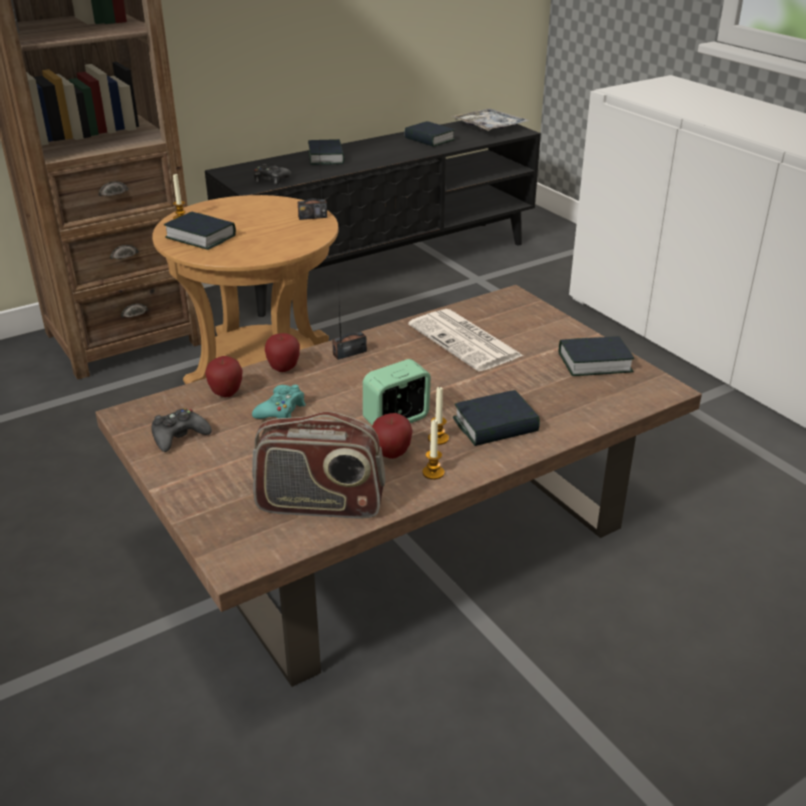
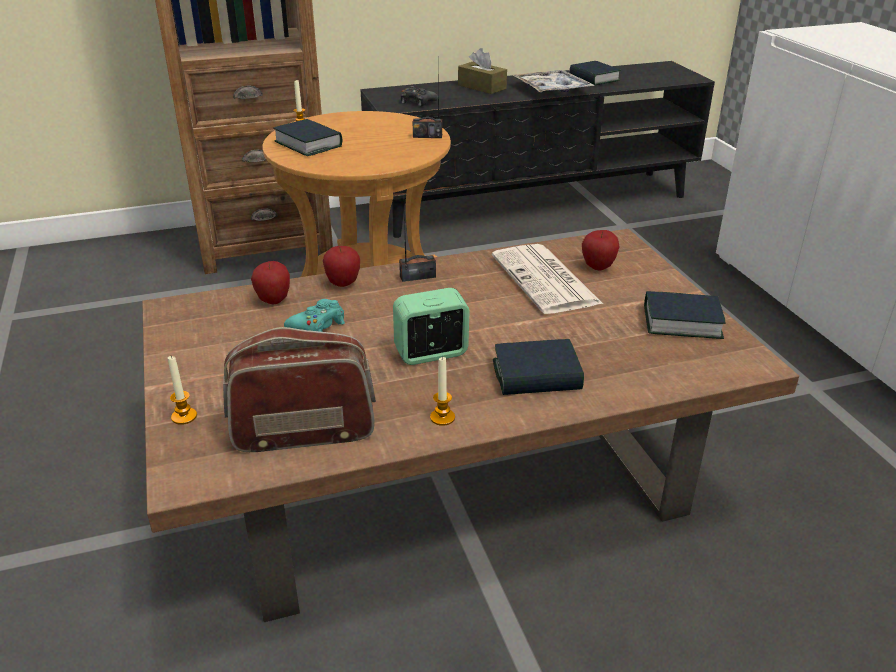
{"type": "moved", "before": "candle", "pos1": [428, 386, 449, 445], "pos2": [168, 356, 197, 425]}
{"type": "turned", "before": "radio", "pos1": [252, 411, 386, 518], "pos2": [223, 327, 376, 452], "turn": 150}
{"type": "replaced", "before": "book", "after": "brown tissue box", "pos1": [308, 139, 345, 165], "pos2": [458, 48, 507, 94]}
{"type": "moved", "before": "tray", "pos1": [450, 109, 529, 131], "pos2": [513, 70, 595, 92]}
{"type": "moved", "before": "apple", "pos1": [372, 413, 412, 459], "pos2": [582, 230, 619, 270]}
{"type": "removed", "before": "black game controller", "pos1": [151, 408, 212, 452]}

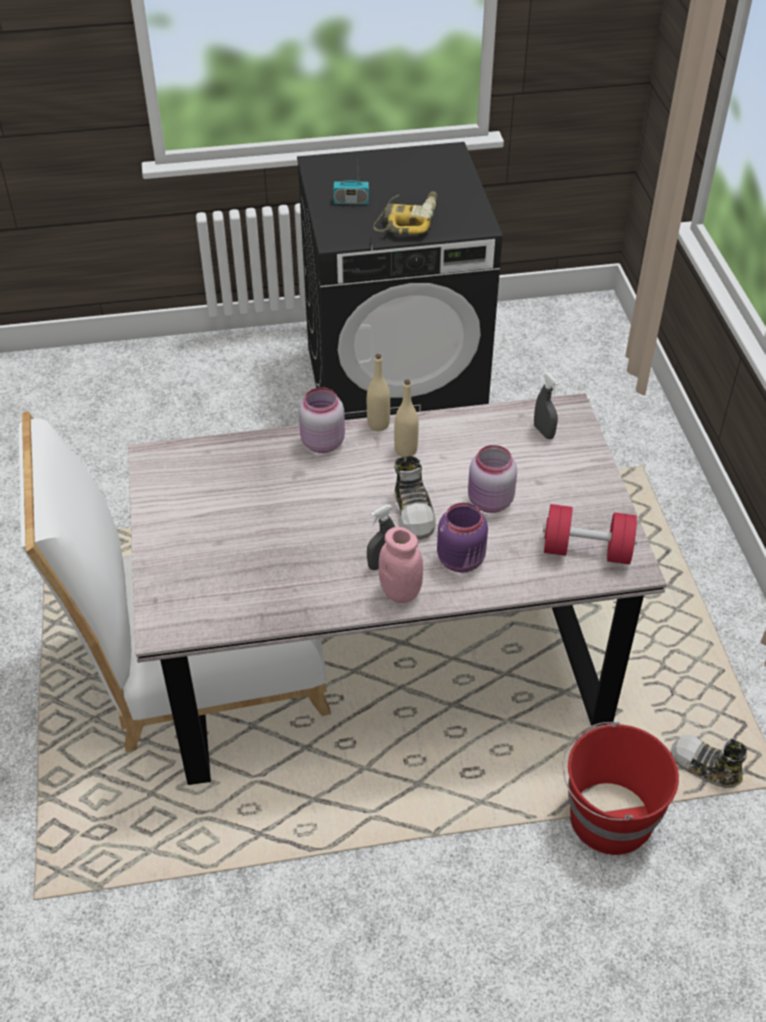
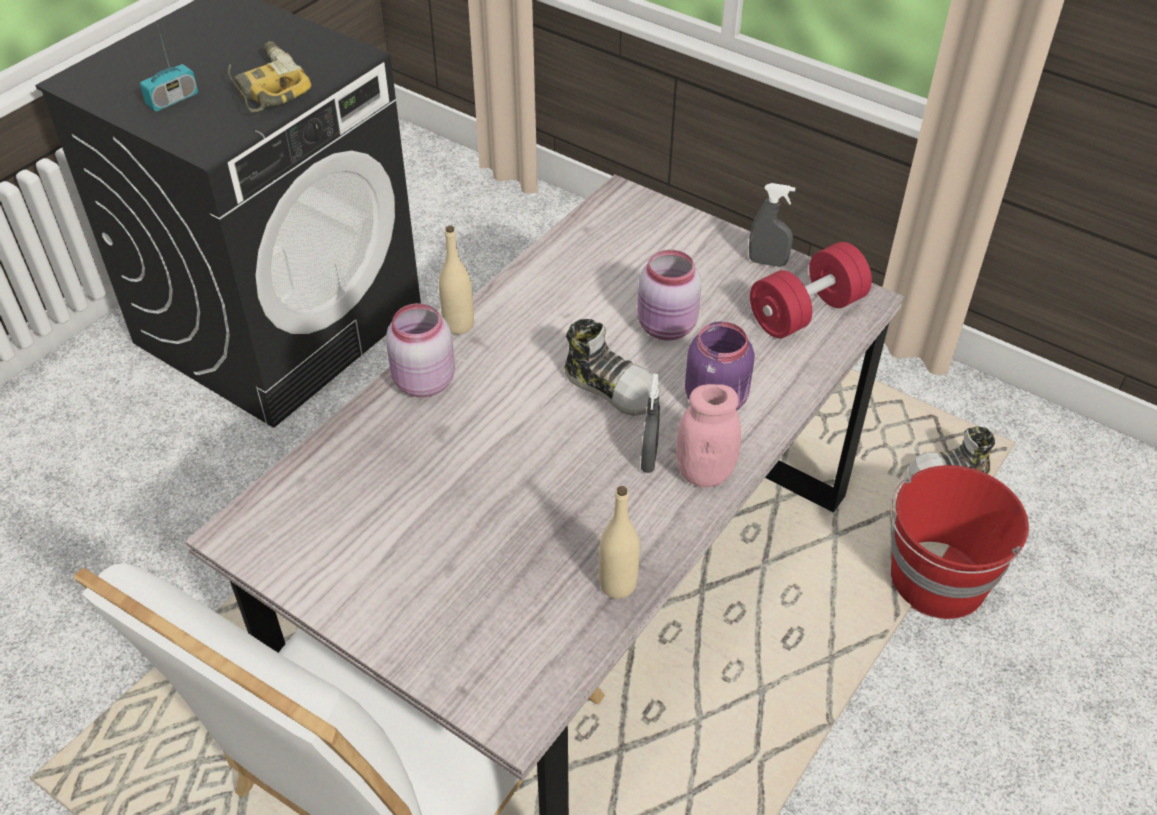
{"type": "moved", "before": "beige bottle", "pos1": [394, 380, 419, 457], "pos2": [599, 486, 640, 599]}
{"type": "moved", "before": "grey spray bottle", "pos1": [534, 373, 559, 439], "pos2": [749, 183, 795, 267]}

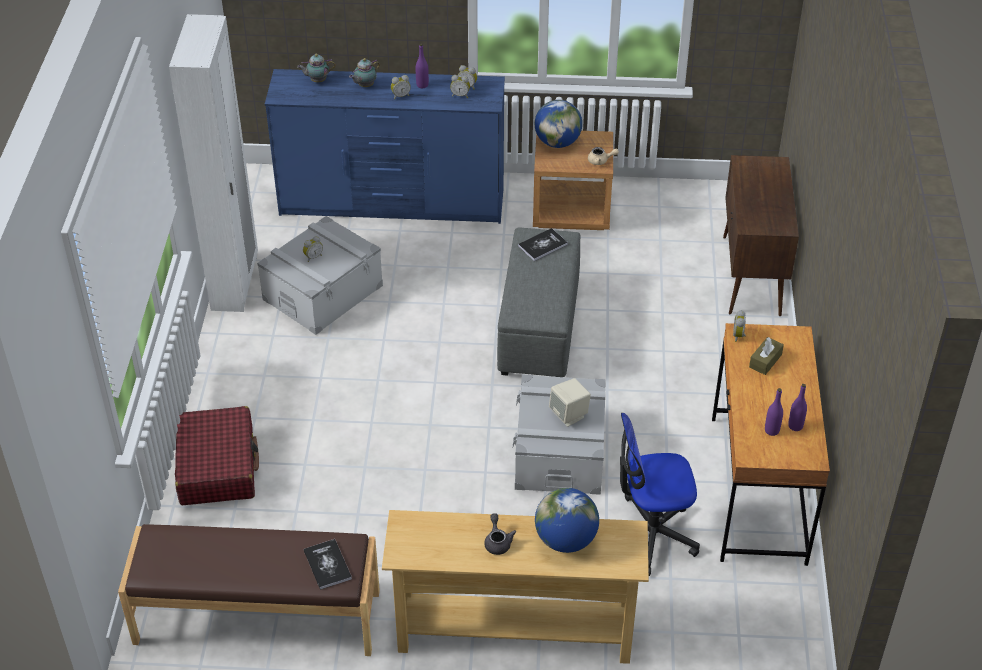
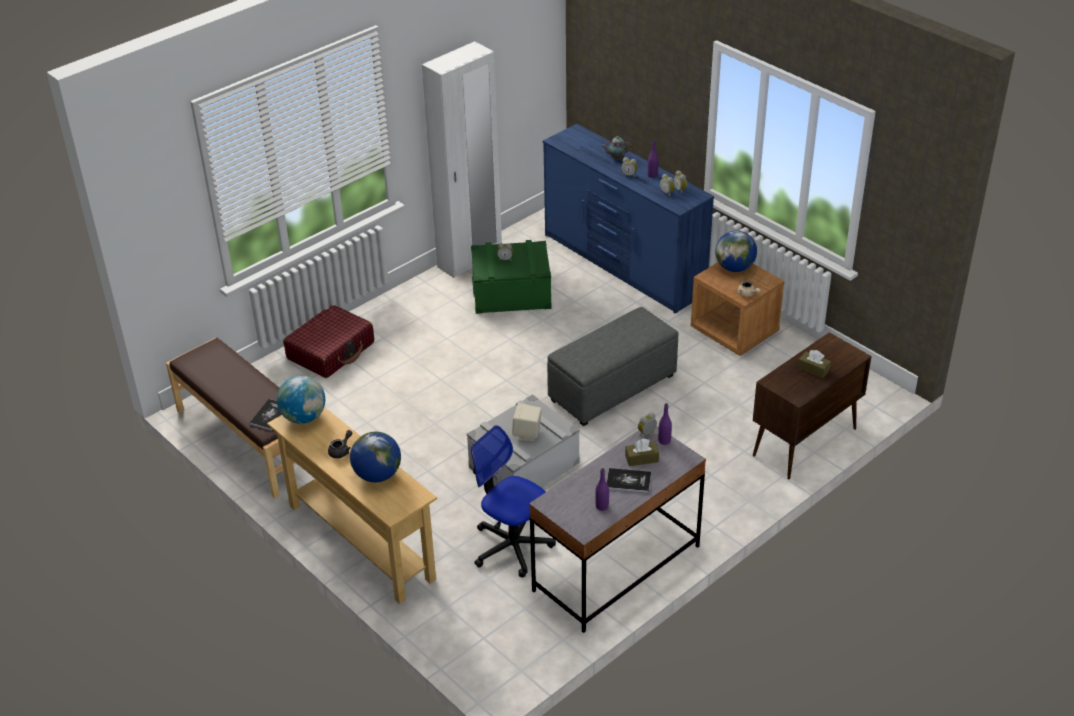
{"type": "added", "after": "globe", "pos2": [277, 376, 325, 424]}
{"type": "recoloured", "before": "grey storage box", "after": "green storage box", "pos1": [257, 216, 383, 335], "pos2": [471, 240, 552, 314]}
{"type": "recoloured", "before": "brown desk", "after": "grey desk", "pos1": [712, 323, 830, 566], "pos2": [529, 426, 706, 633]}
{"type": "moved", "before": "book", "pos1": [518, 228, 568, 261], "pos2": [607, 468, 651, 493]}
{"type": "moved", "before": "purple bottle", "pos1": [765, 388, 783, 436], "pos2": [658, 403, 672, 445]}
{"type": "added", "after": "brown tissue box", "pos2": [798, 350, 831, 378]}
{"type": "removed", "before": "teapot", "pos1": [297, 54, 336, 83]}

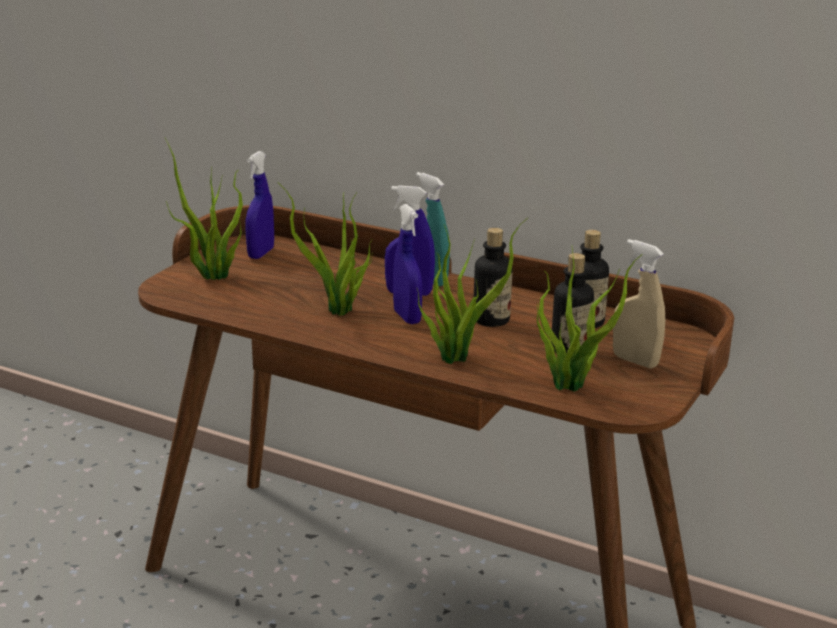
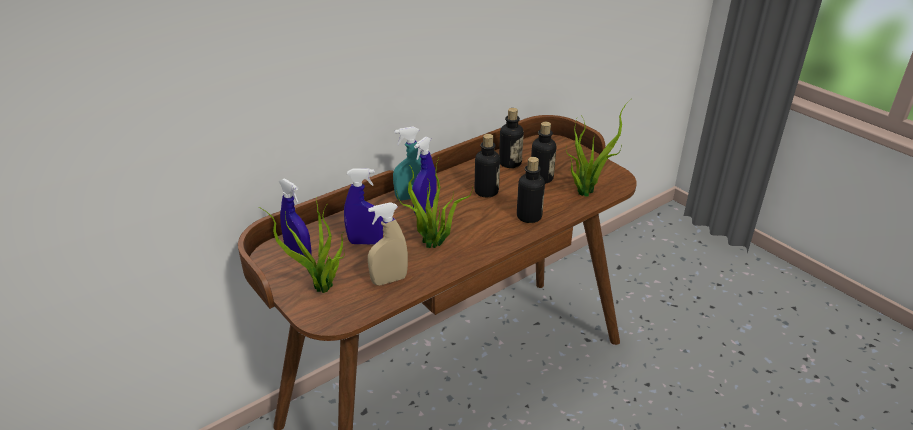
{"type": "moved", "before": "blue spray bottle", "pos1": [393, 204, 422, 324], "pos2": [344, 169, 383, 245]}
{"type": "moved", "before": "beige spray bottle", "pos1": [613, 239, 665, 369], "pos2": [368, 202, 408, 285]}
{"type": "replaced", "before": "potted plant", "after": "bottle", "pos1": [417, 218, 528, 364], "pos2": [517, 157, 545, 223]}

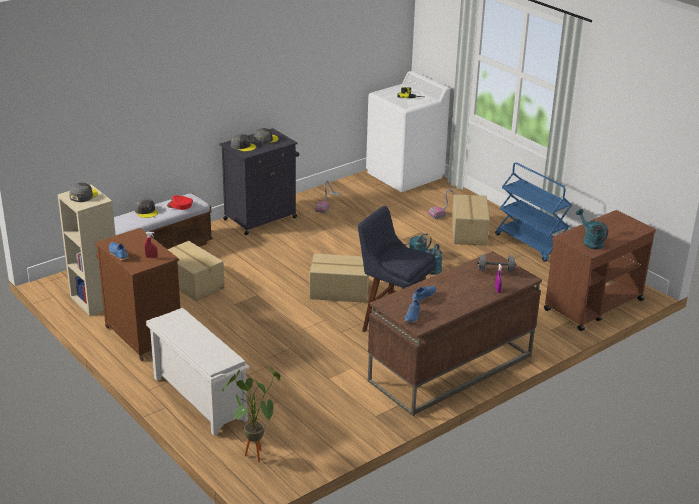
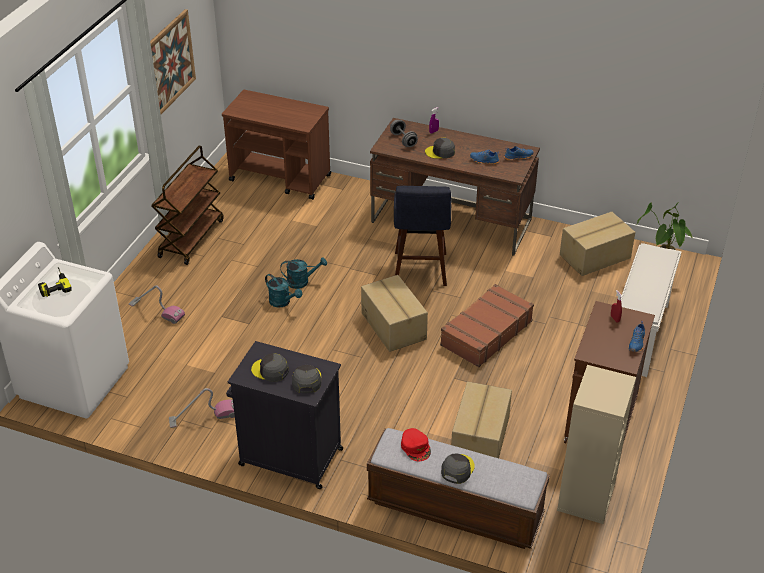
{"type": "added", "after": "picture", "pos2": [150, 9, 196, 114]}
{"type": "recoloured", "before": "blue cart", "after": "brown cart", "pos1": [495, 162, 572, 262], "pos2": [151, 146, 224, 265]}
{"type": "moved", "before": "grey cap", "pos1": [69, 183, 98, 202], "pos2": [425, 138, 455, 159]}
{"type": "added", "after": "brown suitcase", "pos2": [440, 284, 534, 367]}
{"type": "moved", "before": "cardboard box", "pos1": [452, 194, 490, 245], "pos2": [560, 212, 635, 276]}
{"type": "removed", "before": "turquoise watering can", "pos1": [576, 209, 608, 249]}

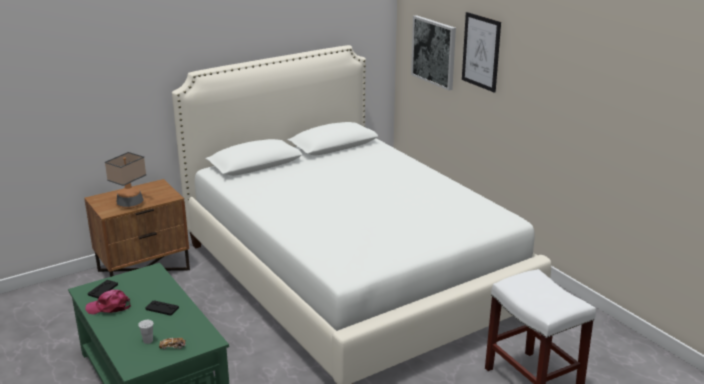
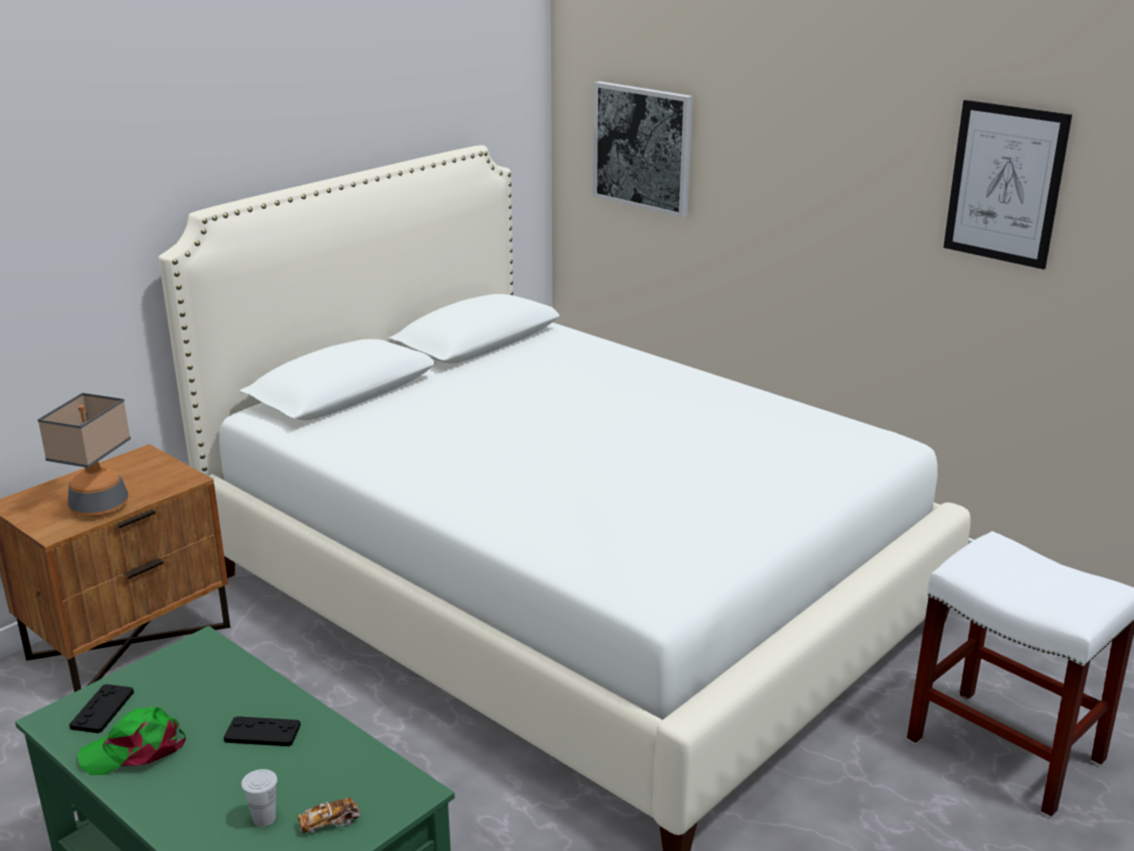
{"type": "recoloured", "before": "pink cap", "after": "green cap", "pos1": [85, 290, 131, 315], "pos2": [77, 707, 186, 775]}
{"type": "moved", "before": "picture", "pos1": [462, 12, 501, 93], "pos2": [943, 100, 1072, 269]}

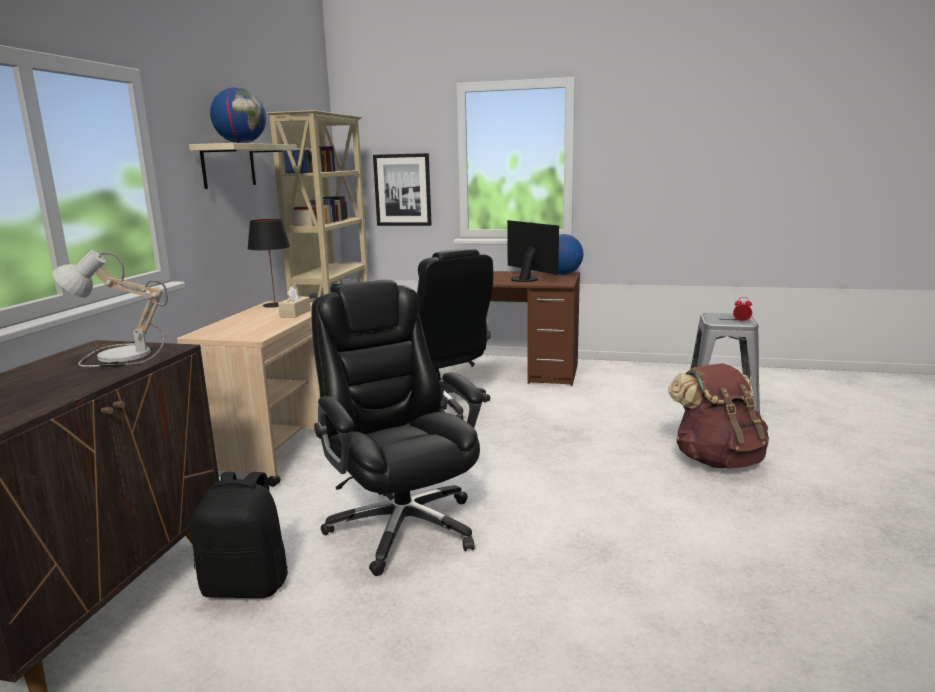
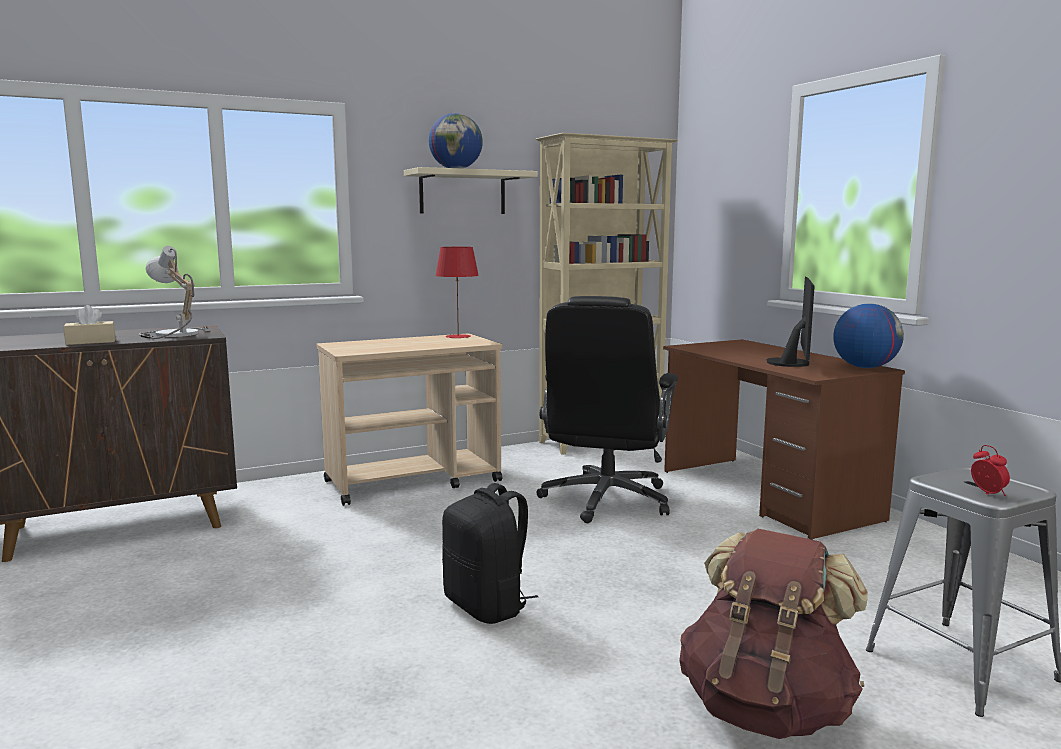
{"type": "moved", "before": "beige tissue box", "pos1": [278, 286, 311, 318], "pos2": [63, 305, 116, 345]}
{"type": "recoloured", "before": "black table lamp", "after": "red table lamp", "pos1": [247, 219, 290, 308], "pos2": [435, 247, 479, 338]}
{"type": "moved", "before": "black backpack", "pos1": [190, 472, 288, 598], "pos2": [442, 483, 538, 624]}
{"type": "removed", "before": "black office chair", "pos1": [311, 280, 484, 576]}
{"type": "removed", "before": "picture", "pos1": [373, 153, 432, 226]}

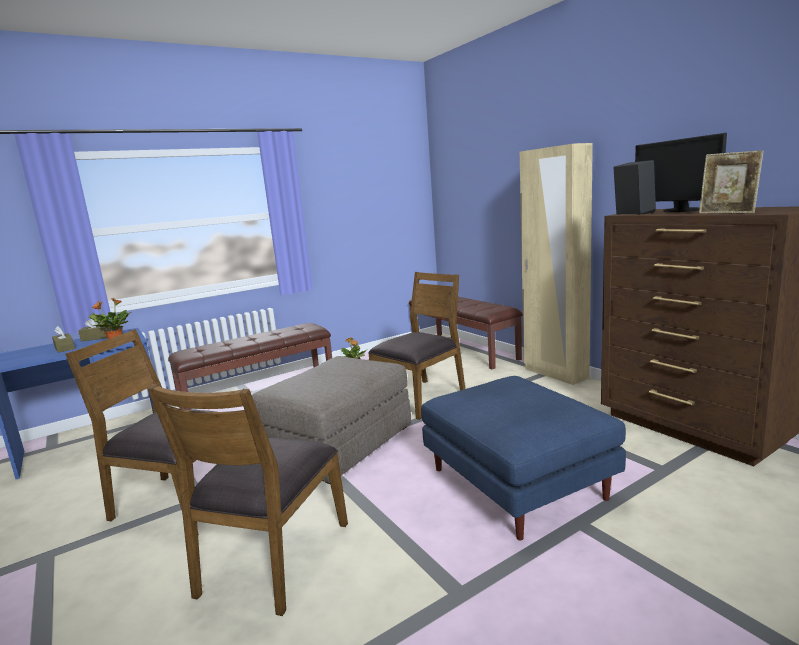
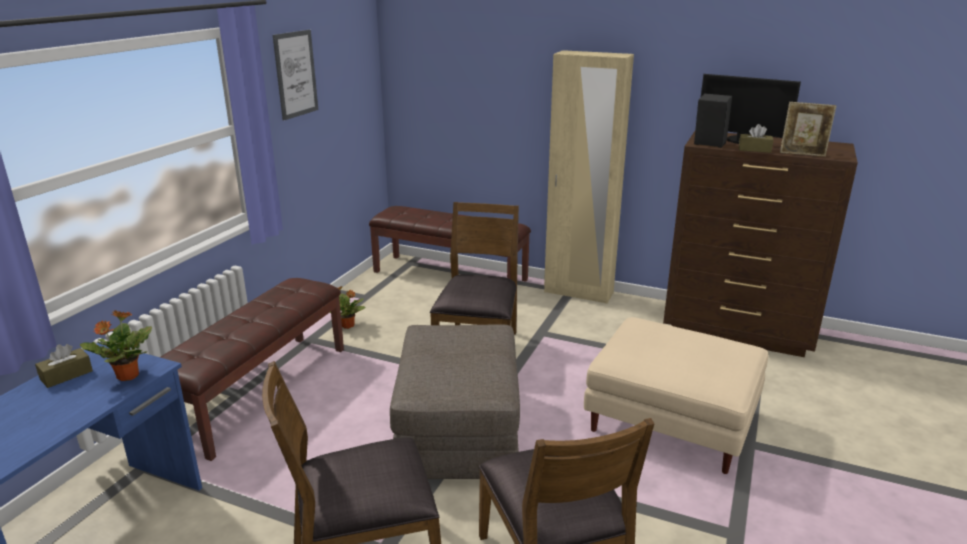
{"type": "added", "after": "picture", "pos2": [273, 30, 318, 120]}
{"type": "recoloured", "before": "blue ottoman", "after": "beige ottoman", "pos1": [421, 376, 626, 541], "pos2": [584, 317, 768, 474]}
{"type": "moved", "before": "brown tissue box", "pos1": [52, 326, 75, 353], "pos2": [739, 124, 773, 153]}

